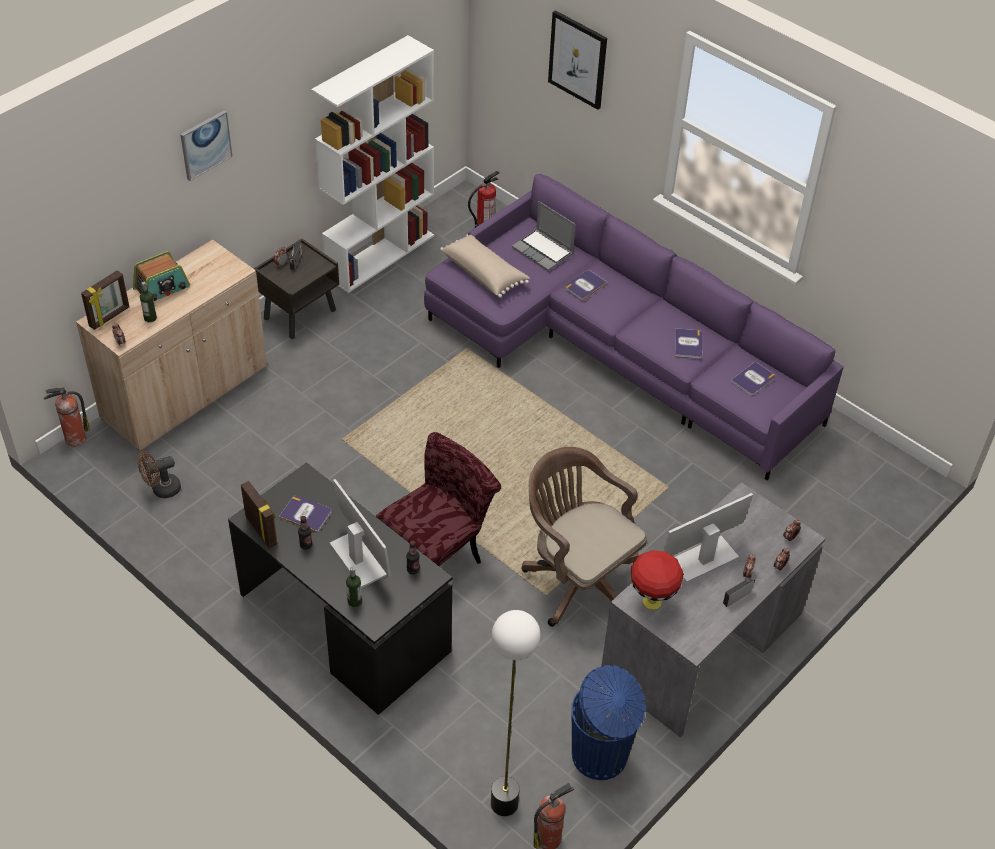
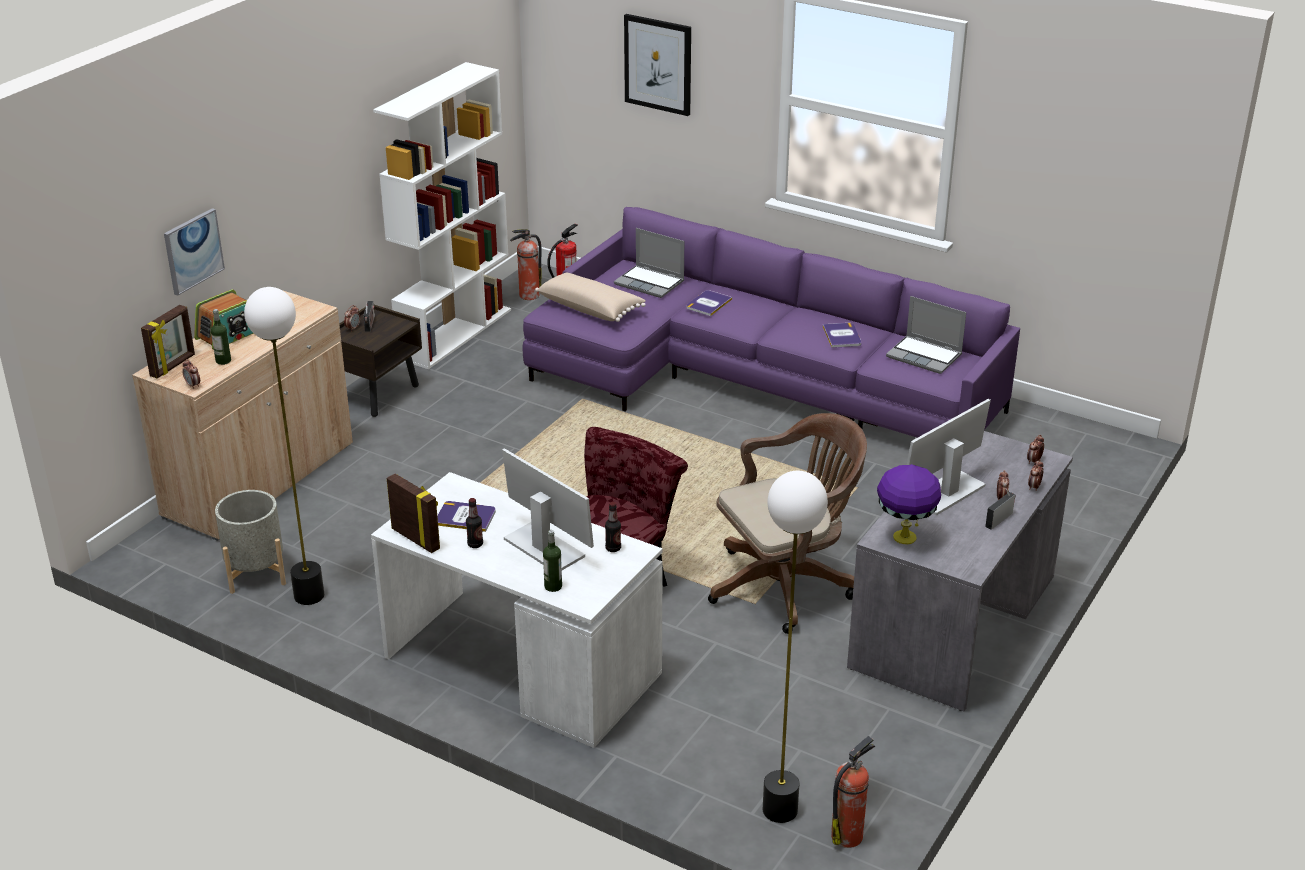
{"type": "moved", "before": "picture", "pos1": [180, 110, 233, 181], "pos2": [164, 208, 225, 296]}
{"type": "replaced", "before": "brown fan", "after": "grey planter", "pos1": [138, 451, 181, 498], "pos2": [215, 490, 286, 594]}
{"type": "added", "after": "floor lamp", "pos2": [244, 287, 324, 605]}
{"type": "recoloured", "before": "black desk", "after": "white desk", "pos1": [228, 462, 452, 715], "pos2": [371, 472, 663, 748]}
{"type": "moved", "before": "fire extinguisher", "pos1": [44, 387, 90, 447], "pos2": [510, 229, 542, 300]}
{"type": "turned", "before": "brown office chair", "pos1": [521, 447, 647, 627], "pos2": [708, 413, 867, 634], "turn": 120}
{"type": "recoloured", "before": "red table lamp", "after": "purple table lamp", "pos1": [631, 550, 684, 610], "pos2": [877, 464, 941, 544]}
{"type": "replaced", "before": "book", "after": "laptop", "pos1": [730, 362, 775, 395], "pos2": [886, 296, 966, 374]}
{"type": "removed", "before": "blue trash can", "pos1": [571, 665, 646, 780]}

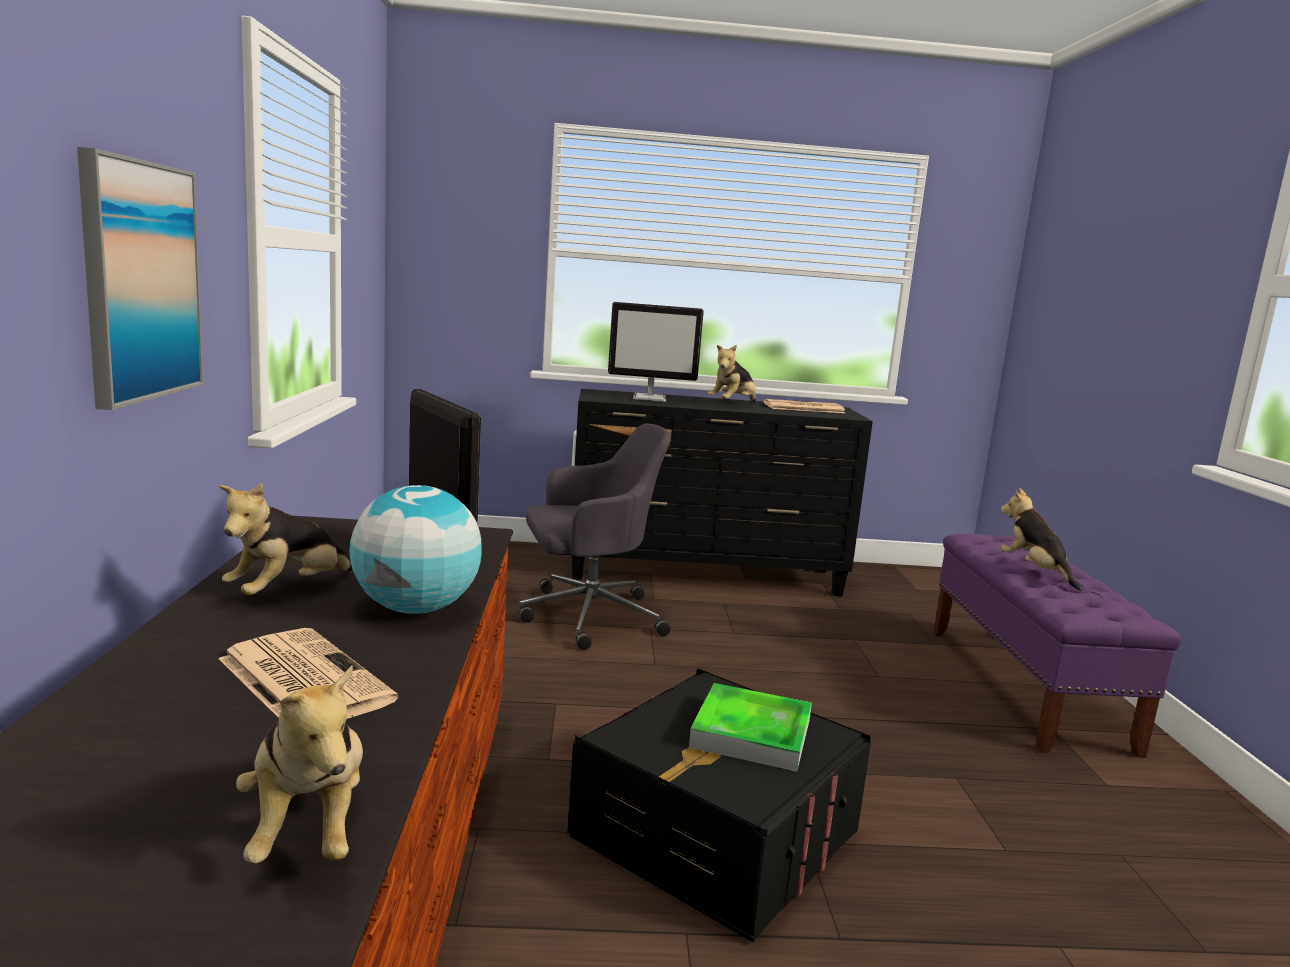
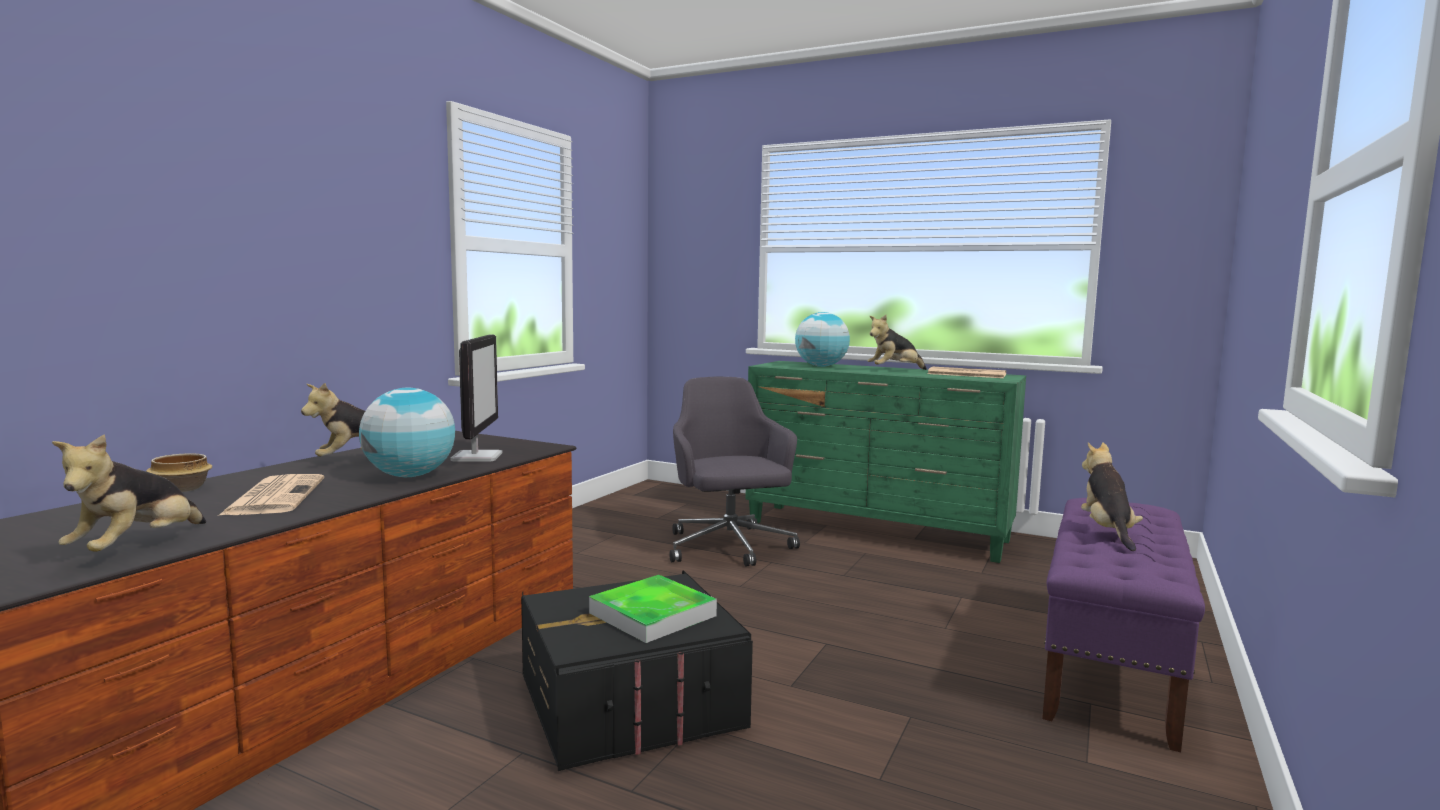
{"type": "added", "after": "bowl", "pos2": [146, 453, 212, 492]}
{"type": "turned", "before": "grey office chair", "pos1": [519, 423, 671, 650], "pos2": [670, 377, 800, 566], "turn": -120}
{"type": "recoloured", "before": "black dresser", "after": "green dresser", "pos1": [572, 389, 873, 596], "pos2": [745, 361, 1026, 563]}
{"type": "replaced", "before": "monitor", "after": "globe", "pos1": [608, 302, 704, 402], "pos2": [795, 312, 850, 367]}
{"type": "removed", "before": "picture", "pos1": [77, 147, 204, 410]}

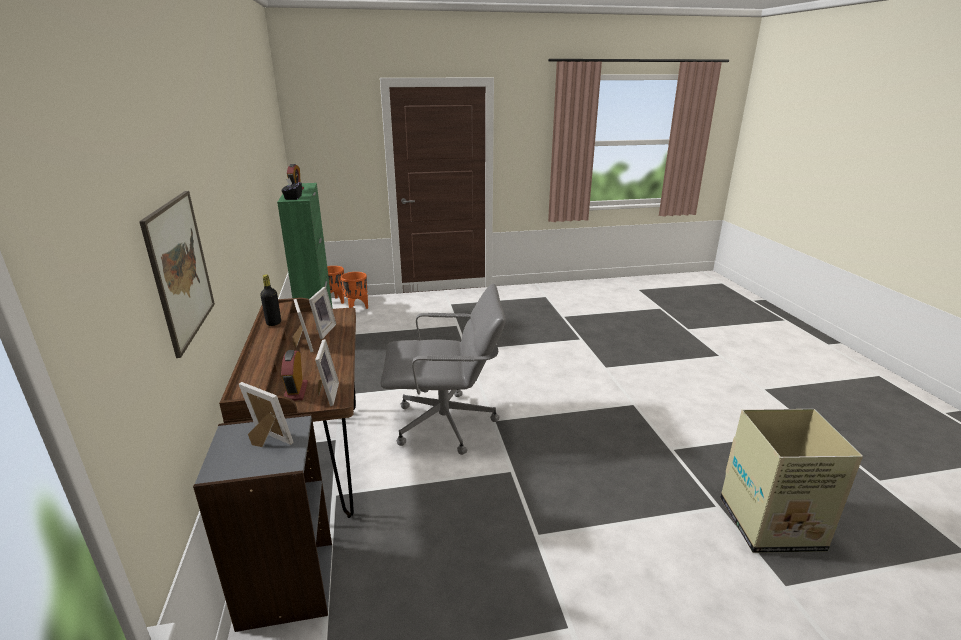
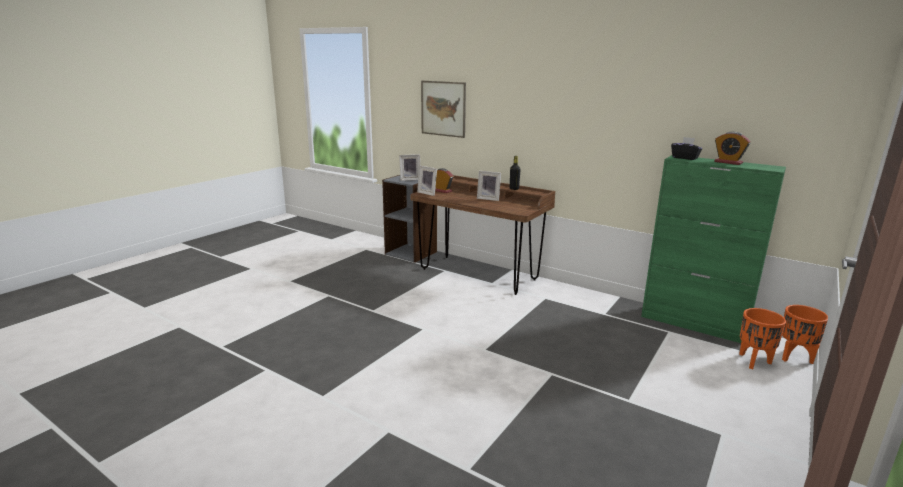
{"type": "removed", "before": "picture frame", "pos1": [309, 287, 336, 339]}
{"type": "removed", "before": "grey office chair", "pos1": [381, 283, 506, 455]}
{"type": "removed", "before": "cardboard box", "pos1": [720, 409, 863, 553]}

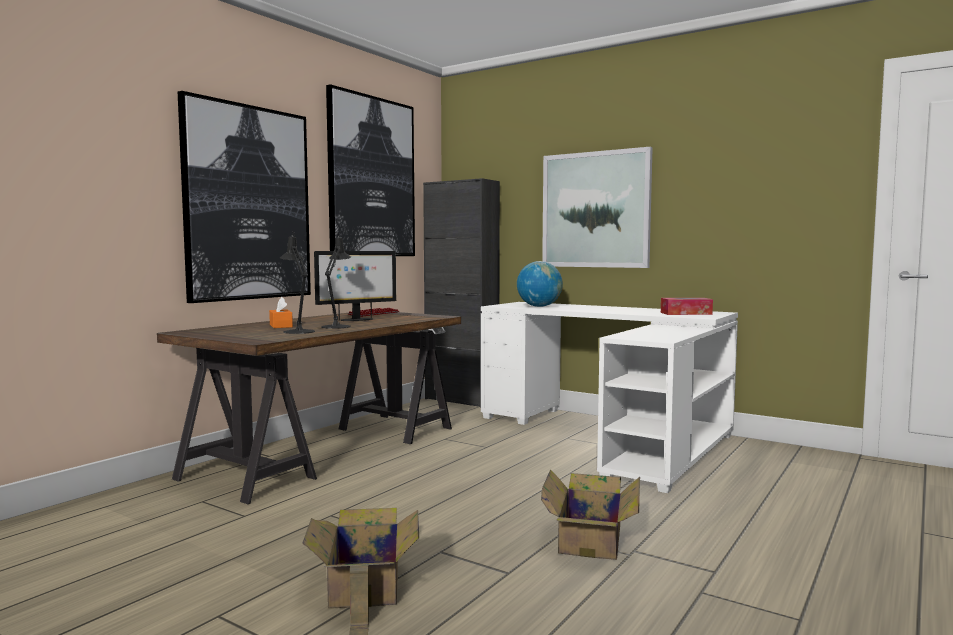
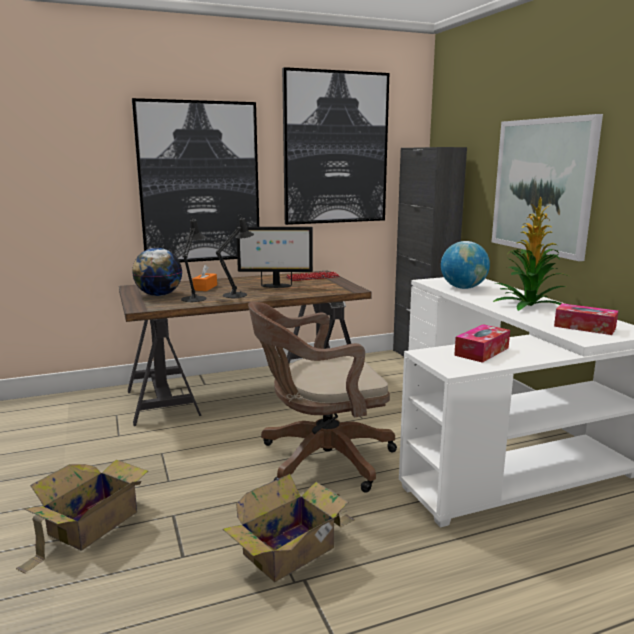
{"type": "added", "after": "globe", "pos2": [132, 248, 182, 296]}
{"type": "added", "after": "brown office chair", "pos2": [248, 302, 397, 493]}
{"type": "added", "after": "tissue box", "pos2": [454, 324, 510, 363]}
{"type": "added", "after": "potted plant", "pos2": [493, 197, 568, 311]}

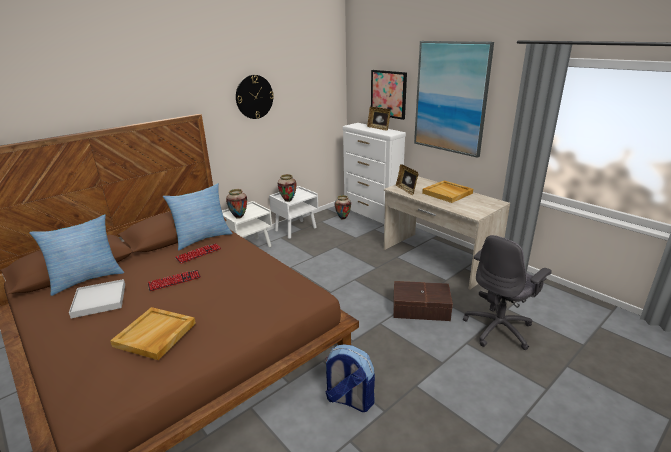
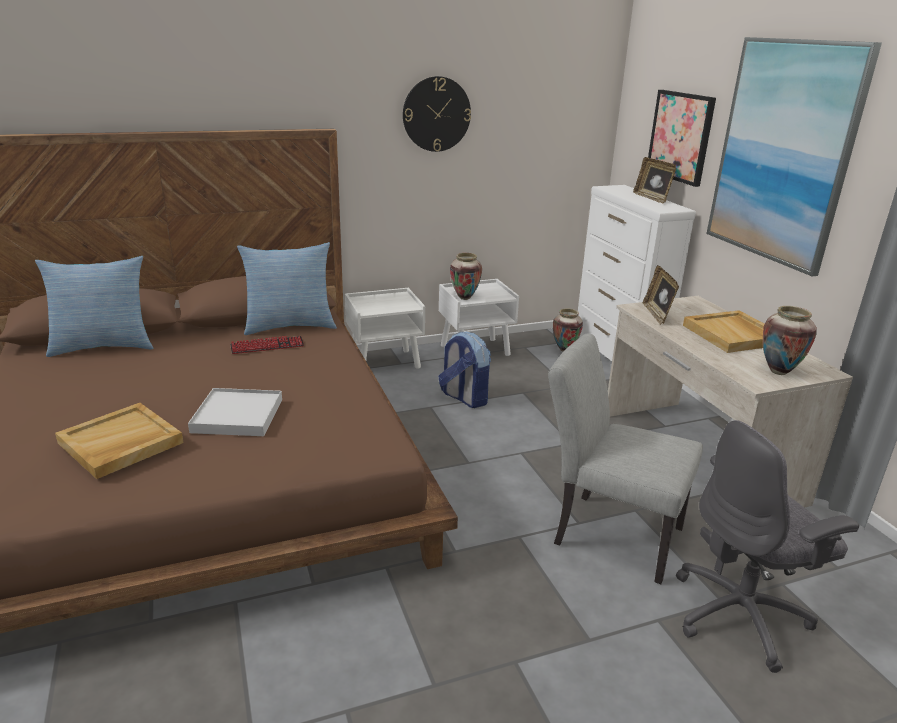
{"type": "moved", "before": "white tray", "pos1": [69, 279, 125, 318], "pos2": [188, 388, 282, 436]}
{"type": "moved", "before": "backpack", "pos1": [325, 344, 375, 412], "pos2": [438, 332, 491, 408]}
{"type": "replaced", "before": "brown storage box", "after": "grey chair", "pos1": [393, 281, 453, 321], "pos2": [548, 334, 703, 584]}
{"type": "moved", "before": "vase", "pos1": [226, 189, 247, 219], "pos2": [763, 306, 817, 375]}
{"type": "removed", "before": "keyboard", "pos1": [148, 270, 201, 291]}

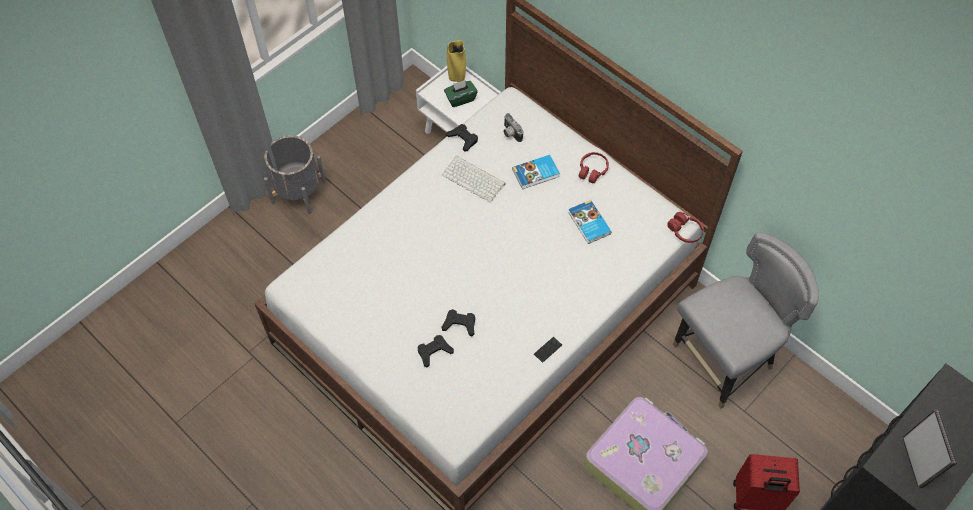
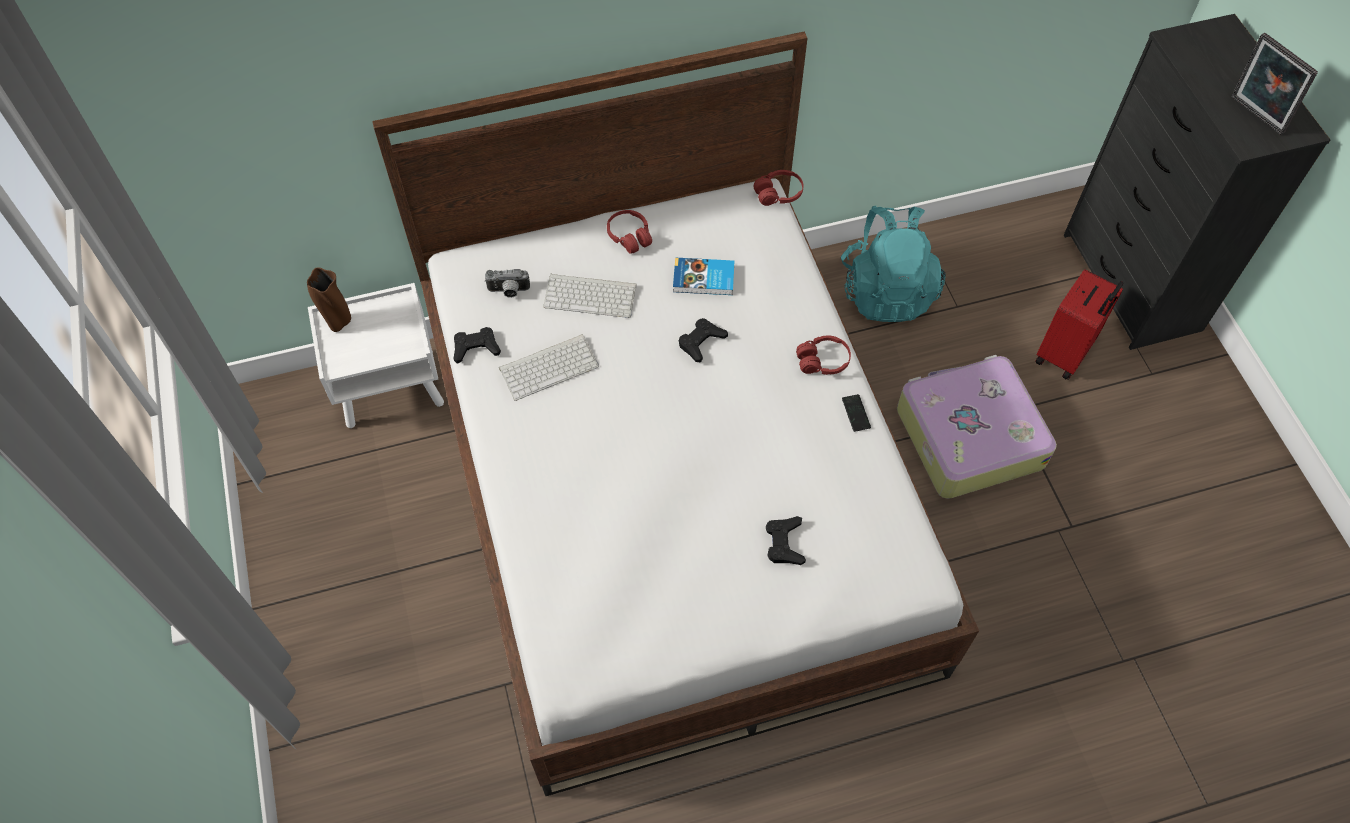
{"type": "recoloured", "before": "yellow vase", "after": "brown vase", "pos1": [447, 40, 466, 82], "pos2": [307, 267, 351, 332]}
{"type": "replaced", "before": "book", "after": "keyboard", "pos1": [513, 155, 560, 189], "pos2": [543, 274, 637, 318]}
{"type": "moved", "before": "black game controller", "pos1": [441, 309, 475, 336], "pos2": [679, 318, 728, 363]}
{"type": "added", "after": "red headphones", "pos2": [796, 335, 851, 375]}
{"type": "replaced", "before": "grey chair", "after": "turquoise backpack", "pos1": [673, 232, 819, 409], "pos2": [841, 206, 946, 322]}
{"type": "turned", "before": "picture frame", "pos1": [902, 410, 957, 488], "pos2": [1231, 32, 1318, 135], "turn": -150}
{"type": "removed", "before": "grey planter", "pos1": [264, 136, 326, 214]}
{"type": "removed", "before": "green tissue box", "pos1": [444, 80, 478, 107]}

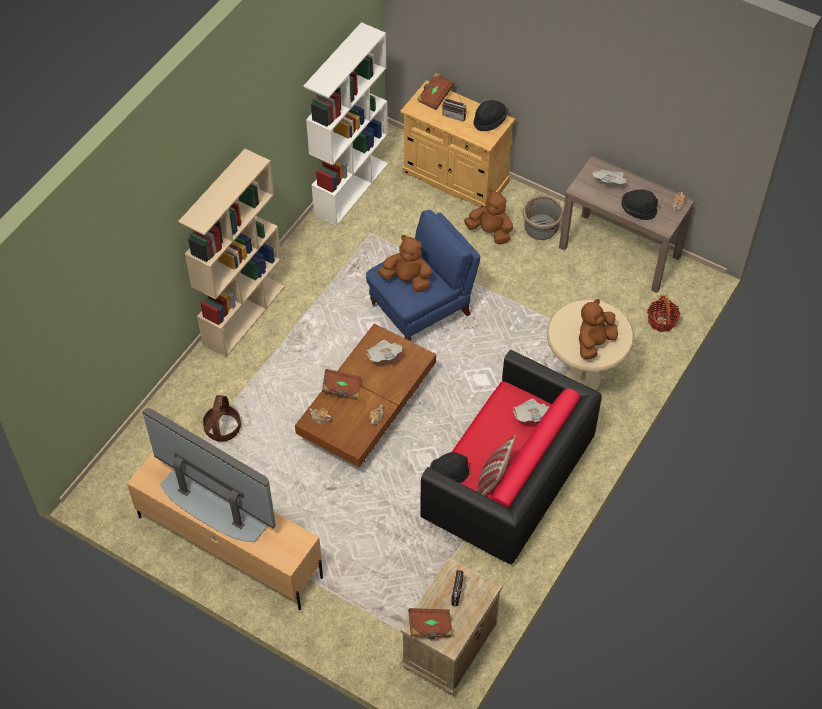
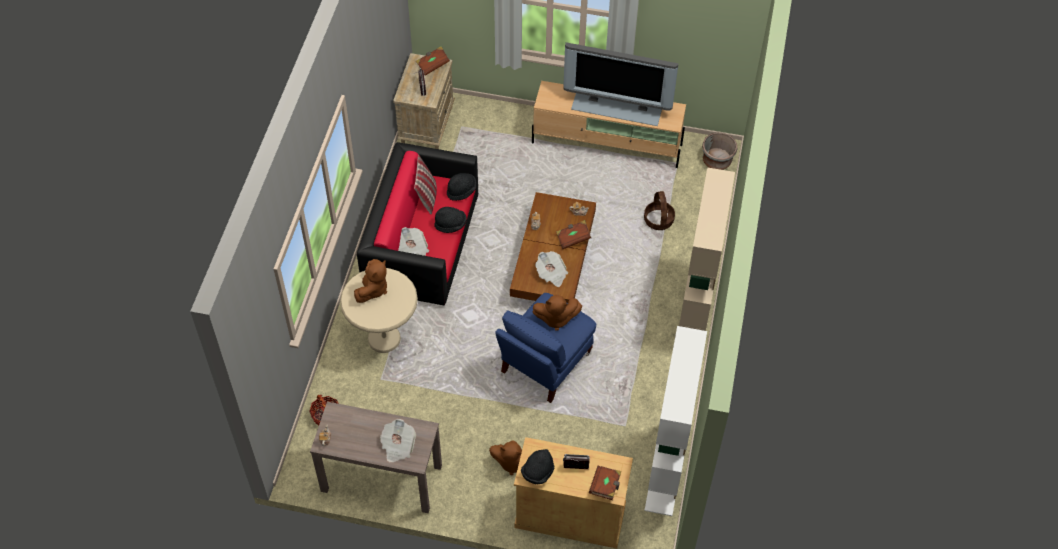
{"type": "moved", "before": "black hat", "pos1": [621, 189, 658, 220], "pos2": [434, 207, 467, 233]}
{"type": "moved", "before": "grey planter", "pos1": [523, 196, 563, 240], "pos2": [702, 133, 738, 170]}

